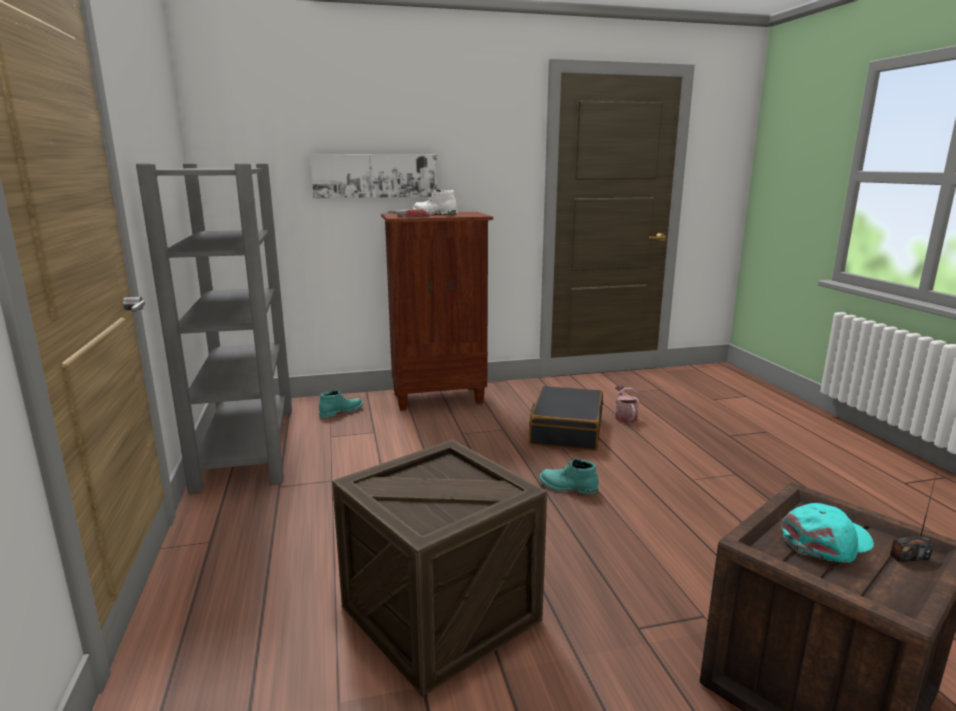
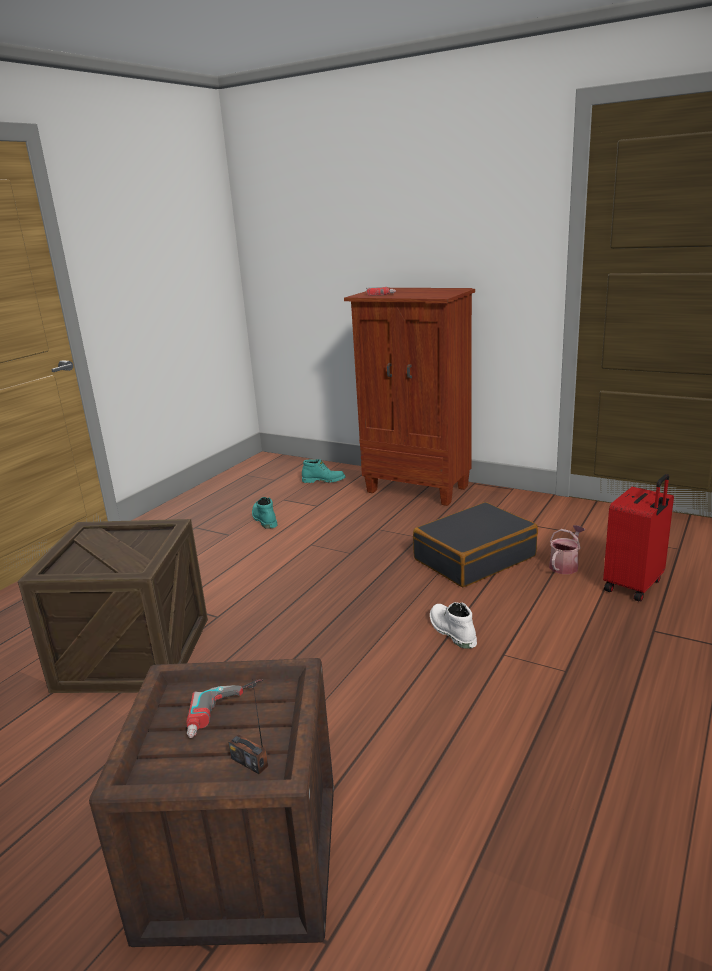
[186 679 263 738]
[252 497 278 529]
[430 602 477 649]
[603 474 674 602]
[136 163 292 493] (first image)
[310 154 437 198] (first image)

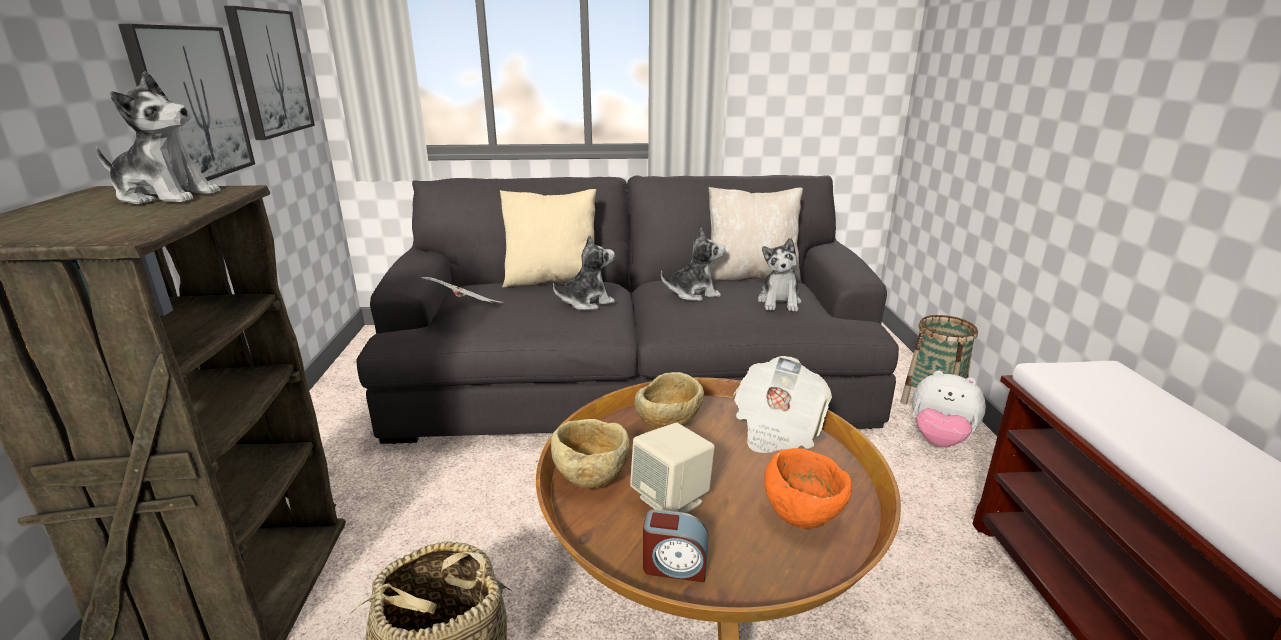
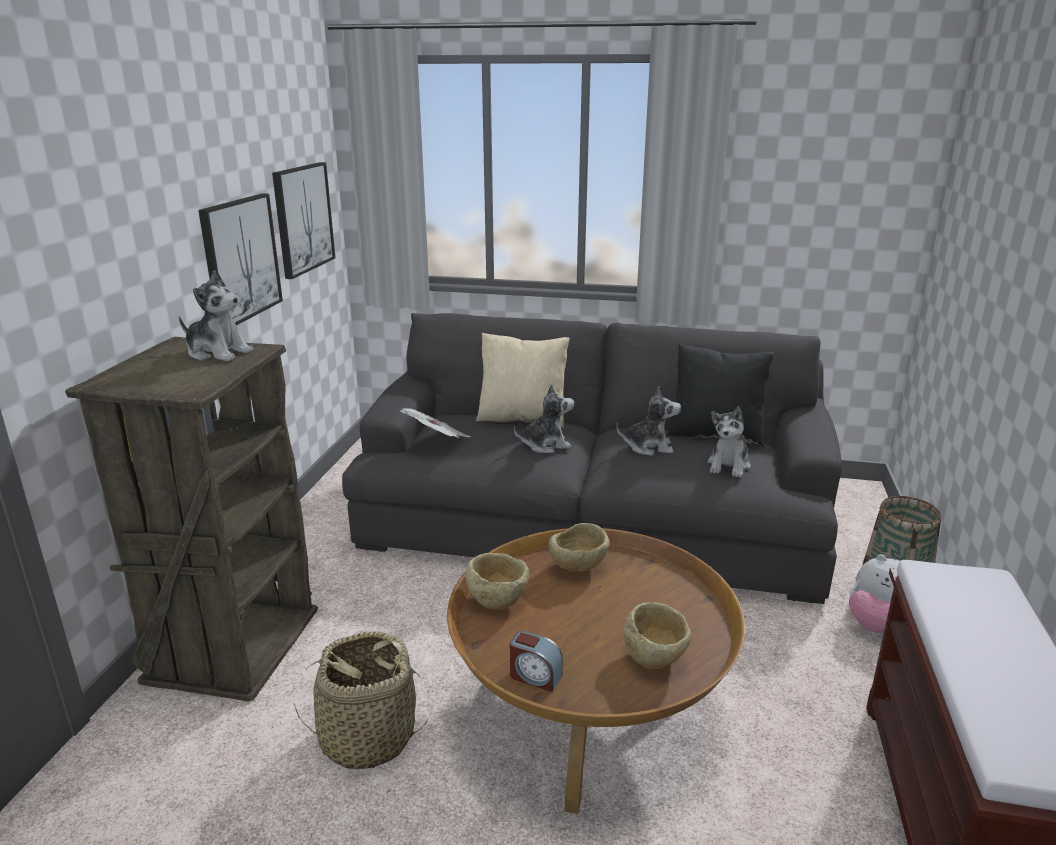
[623 602 692 669]
[667 344 774 447]
[630 422 715 513] (first image)
[733 356 832 453] (first image)

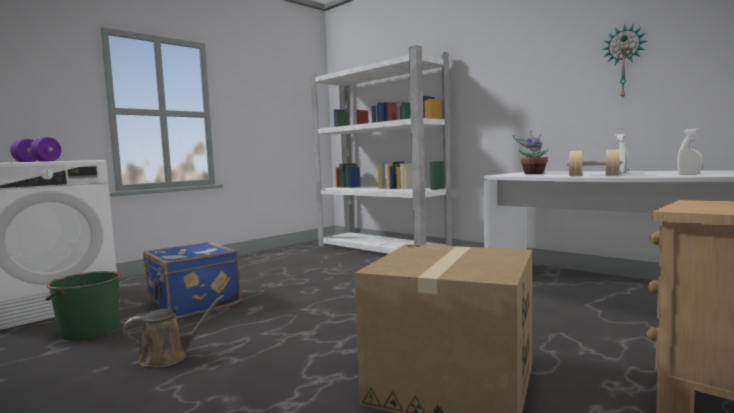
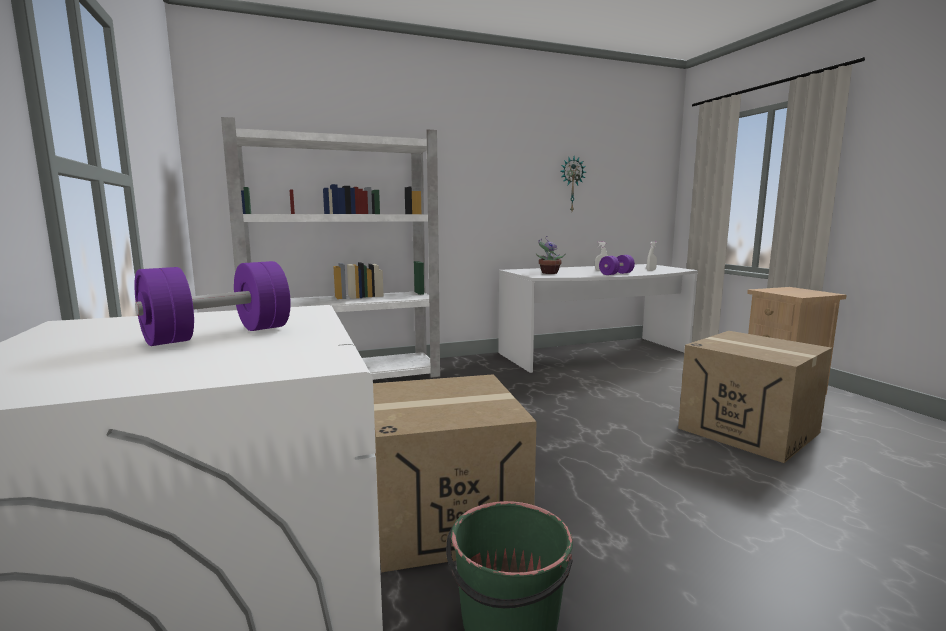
[373 374 537 572]
[599 255 635 275]
[123 295 225 368] (first image)

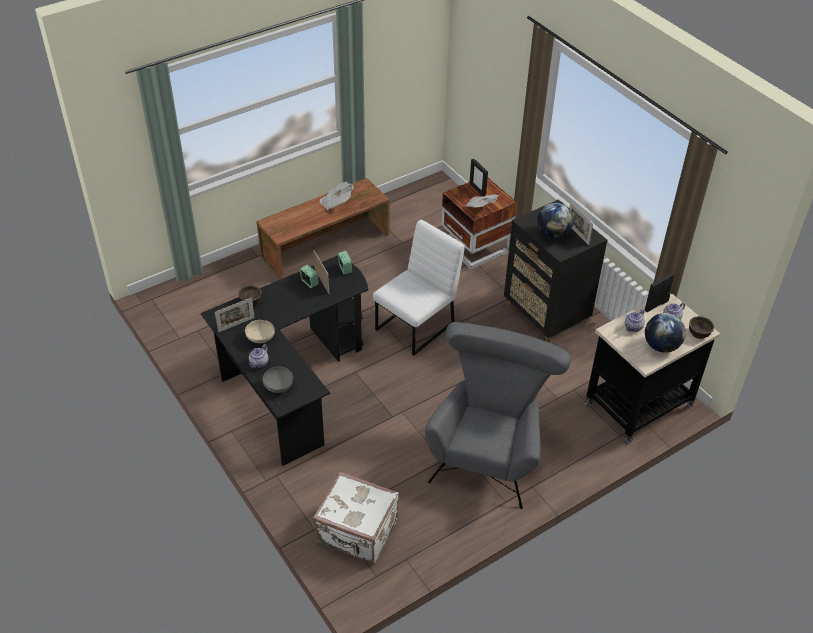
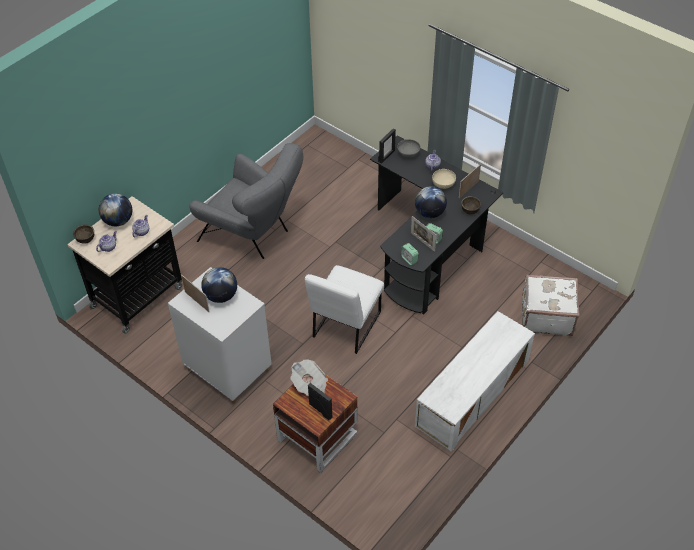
[168 267 272 404]
[190 143 303 259]
[378 129 396 164]
[415 186 447 218]
[415 311 535 451]
[522 274 579 336]
[319 182 354 210] (first image)

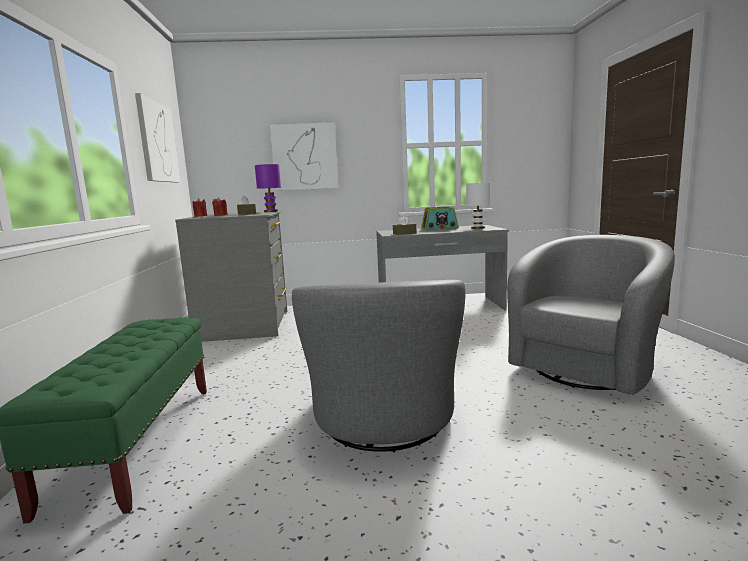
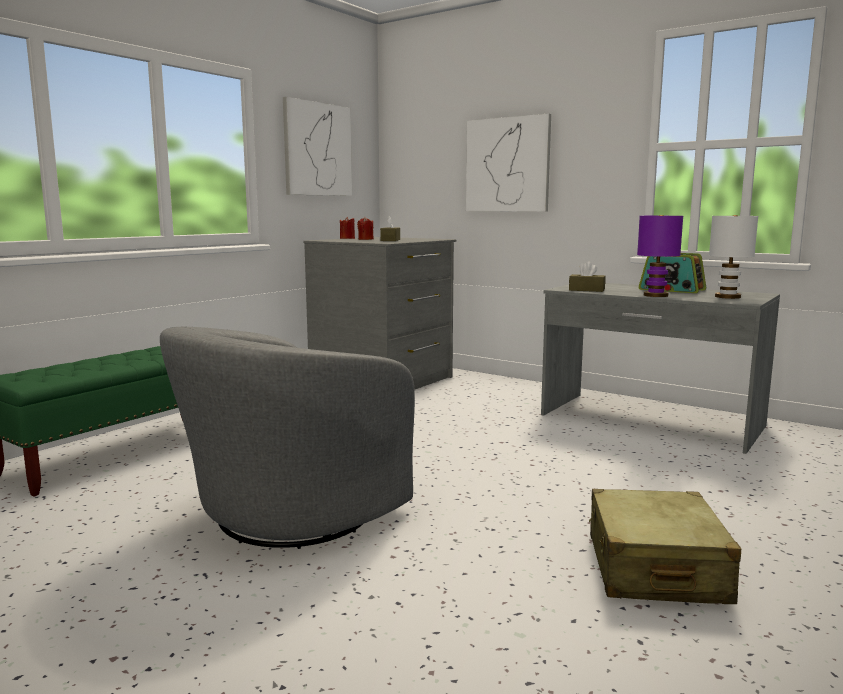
[589 489 741 604]
[637 215 683 297]

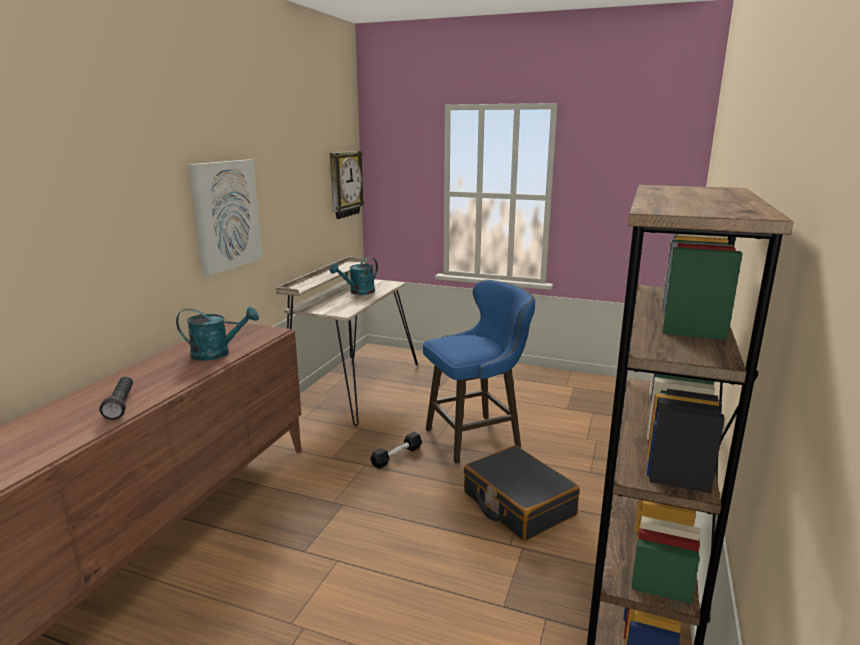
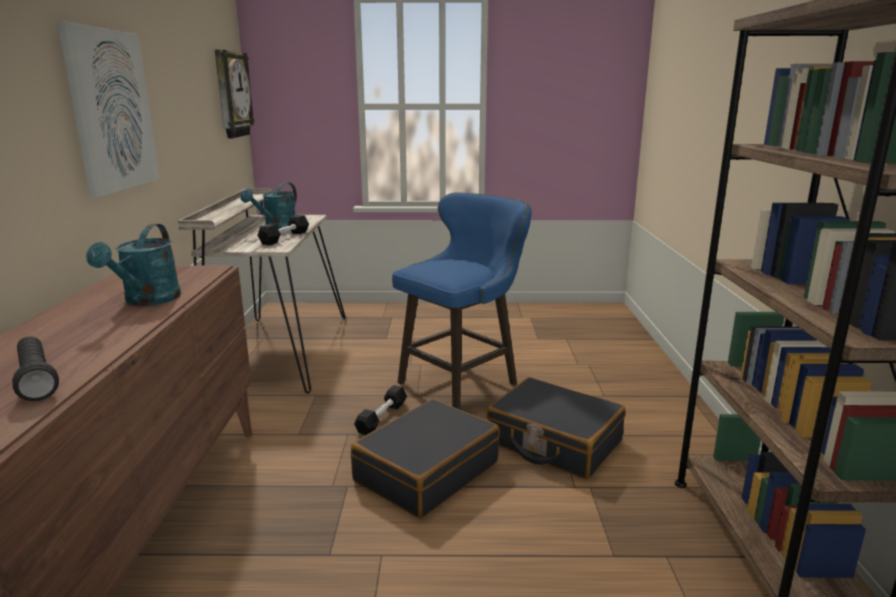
[86 224 181 306]
[258 215 309 245]
[351 399 500 518]

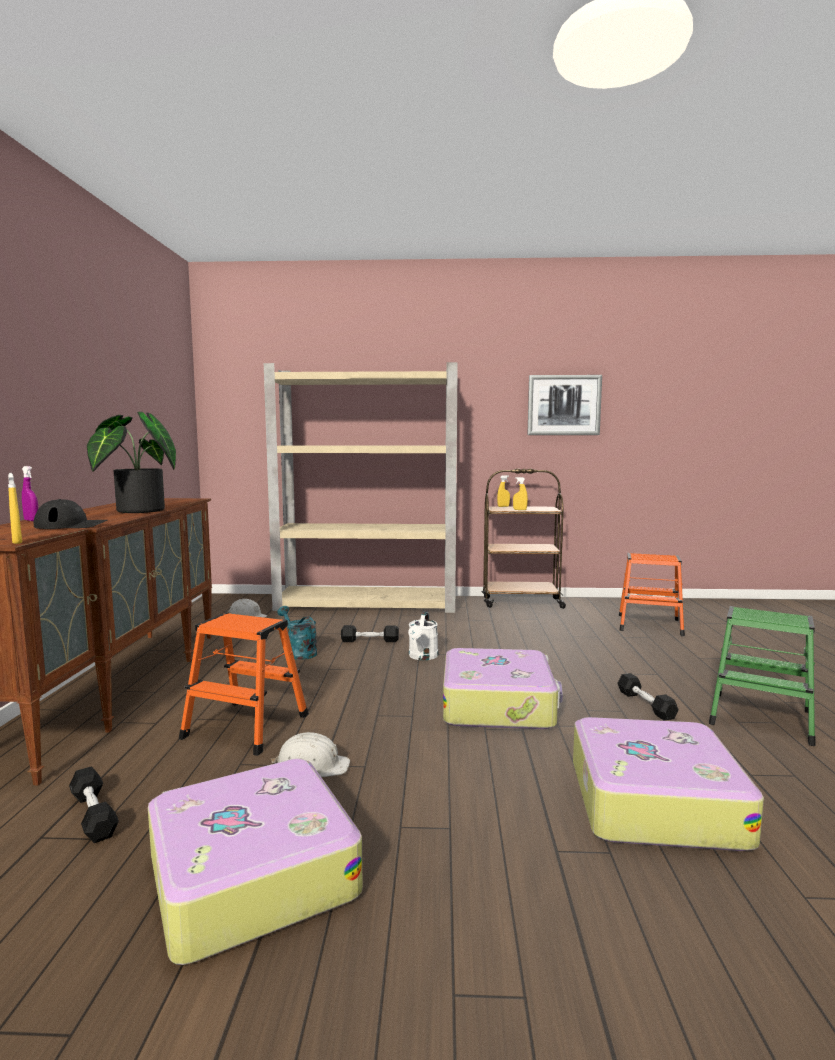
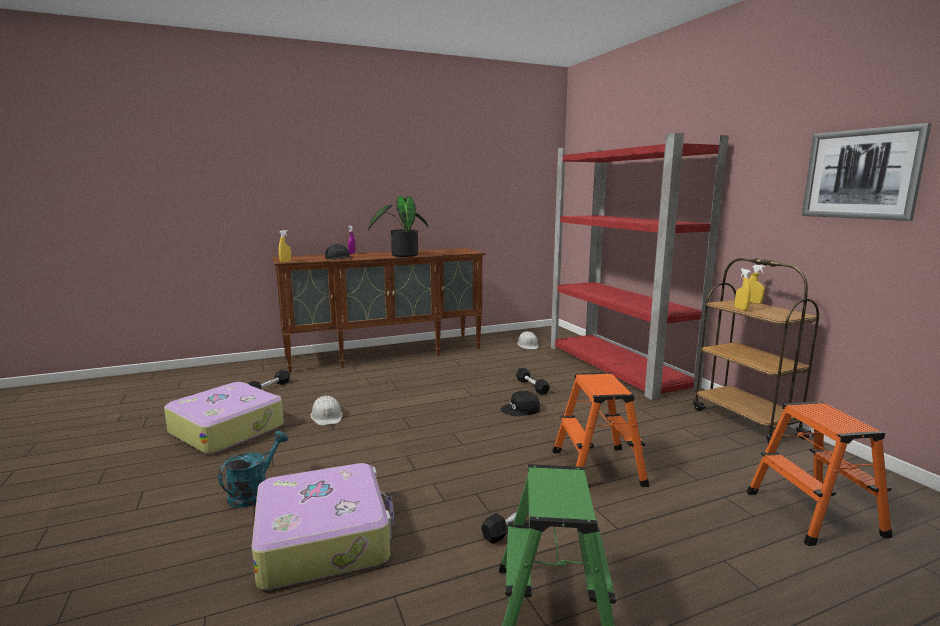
[218 431 288 508]
[501 391 540 416]
[551 133 729 400]
[552 372 649 487]
[443 648 563 729] (first image)

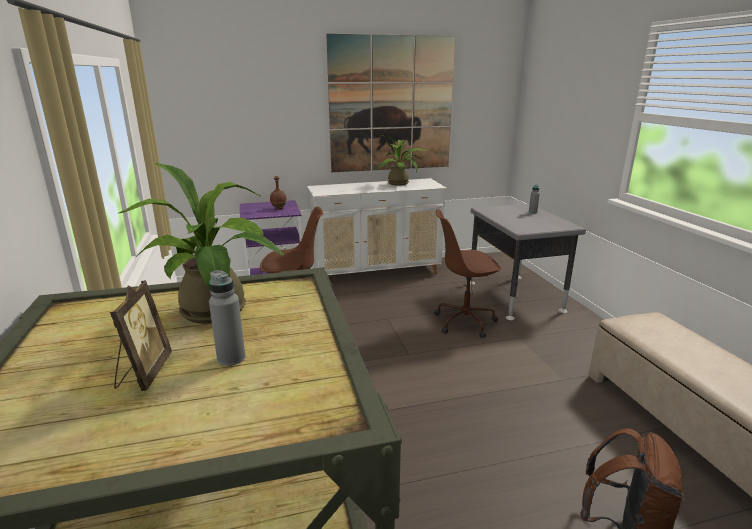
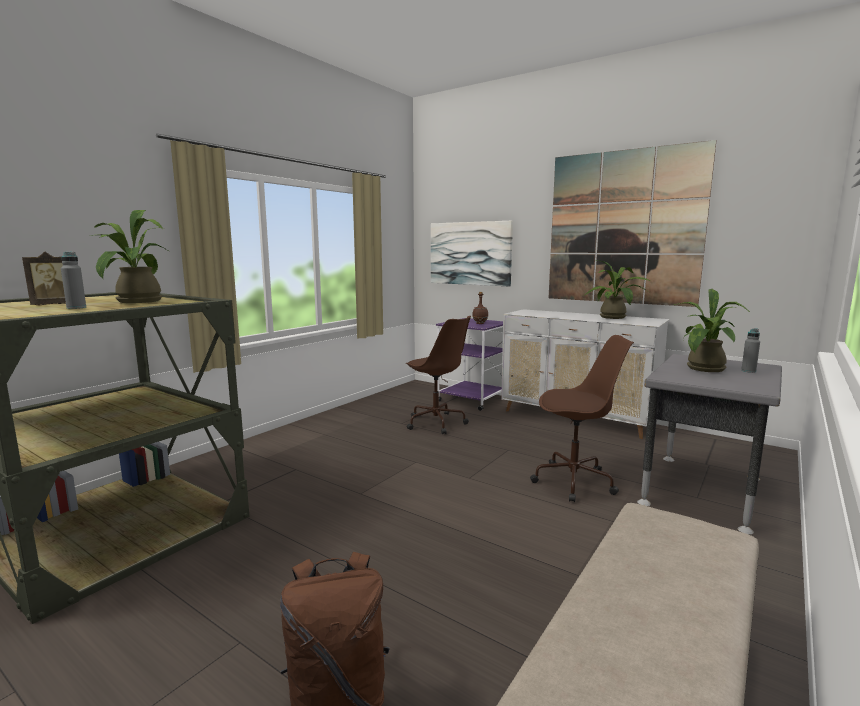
[431 221 513 287]
[530 335 634 502]
[674 289 751 372]

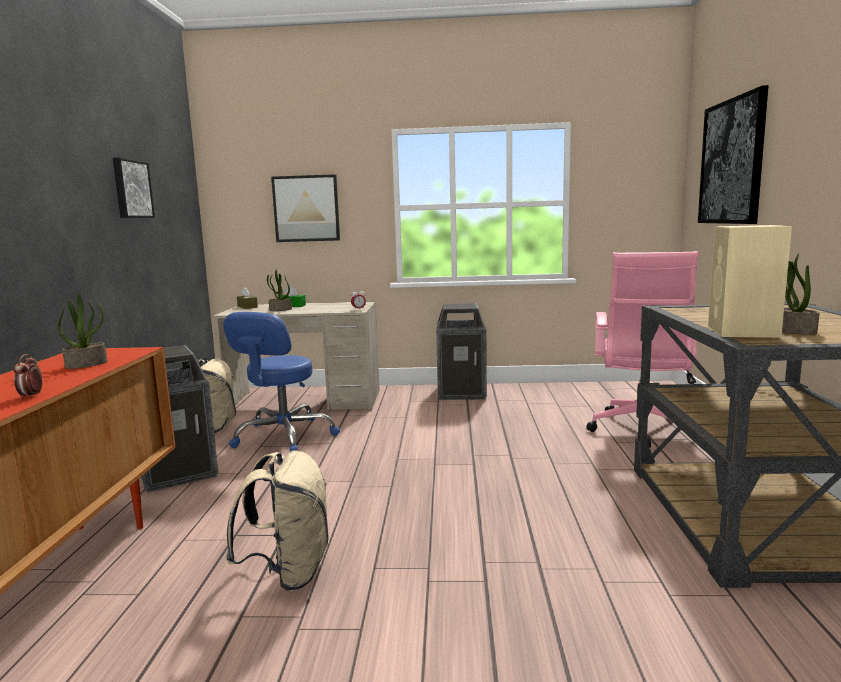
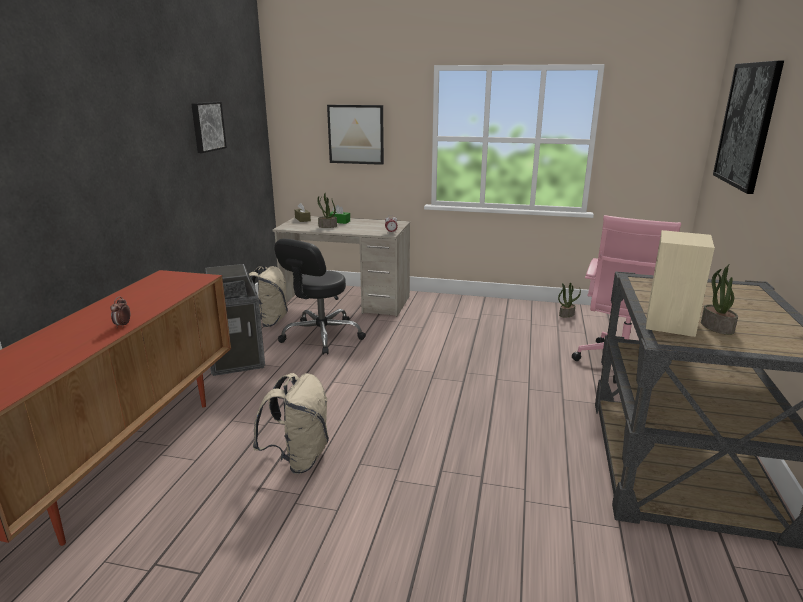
[274 238 366 355]
[558 283 581 318]
[436 303 487 400] (first image)

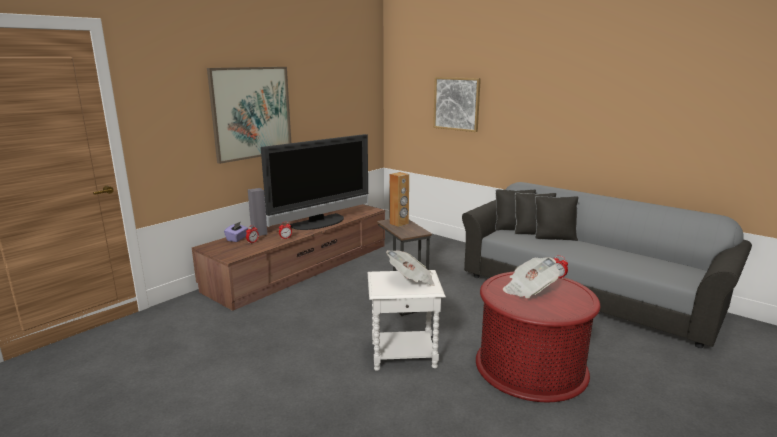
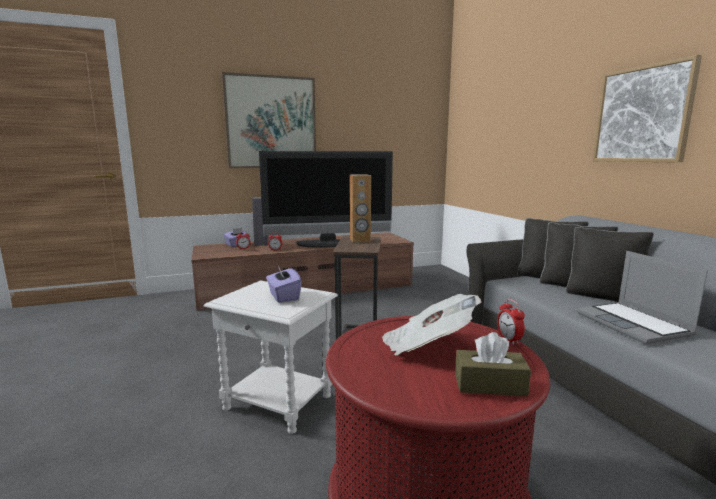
[266 266 302 303]
[455 332 531 396]
[576 251 708 344]
[593 55 702 163]

